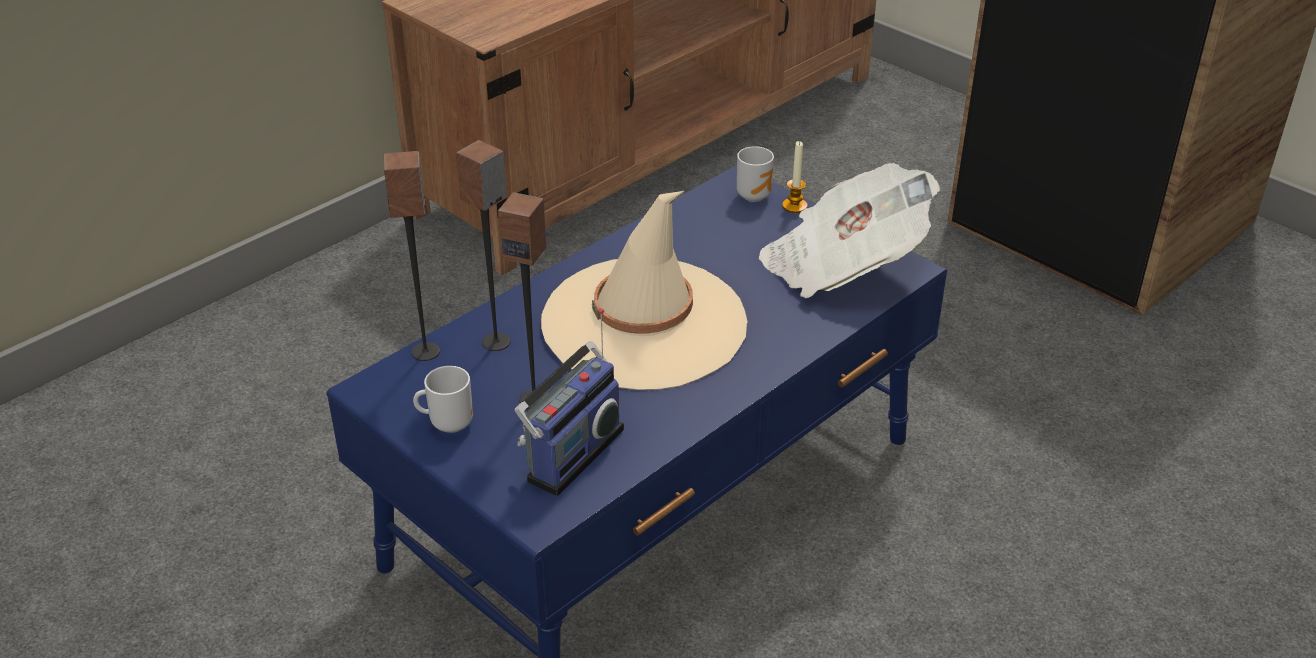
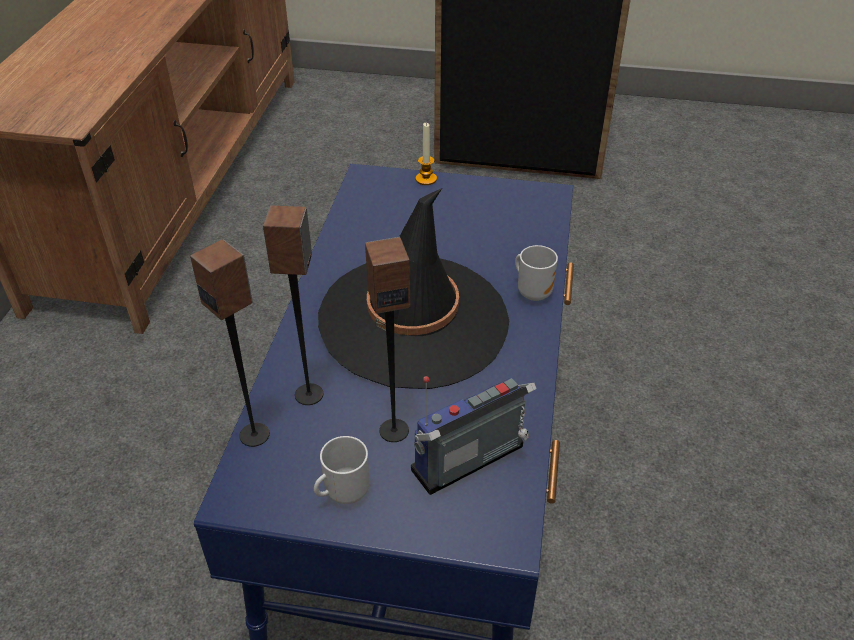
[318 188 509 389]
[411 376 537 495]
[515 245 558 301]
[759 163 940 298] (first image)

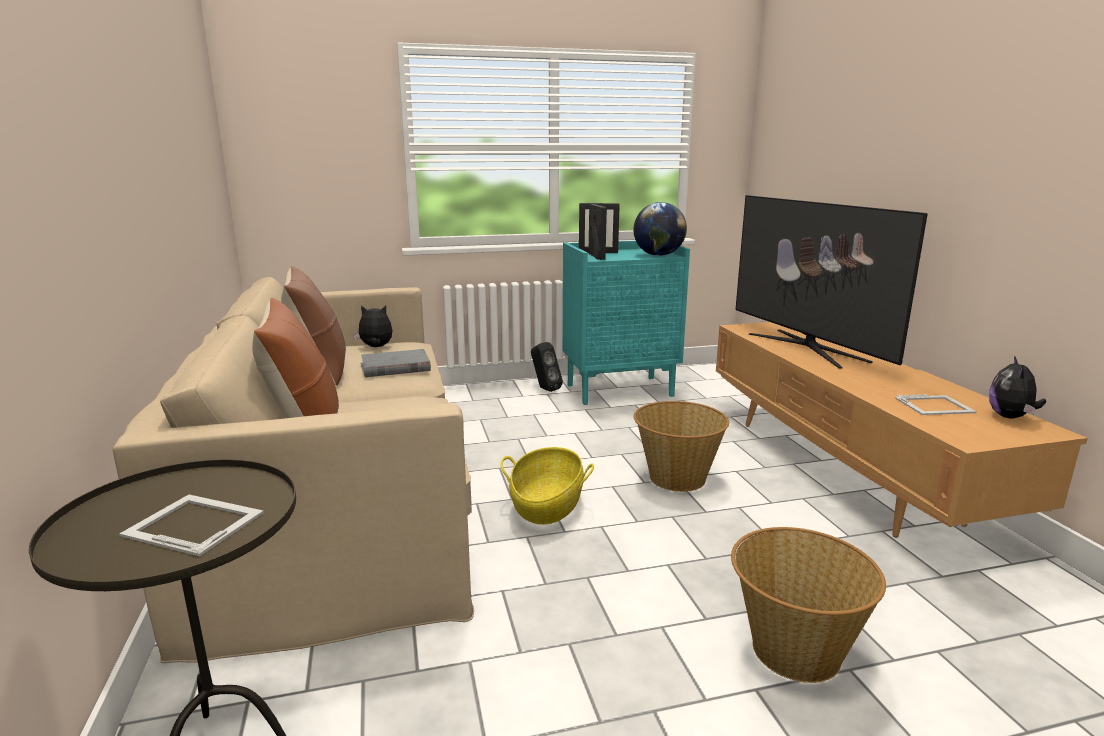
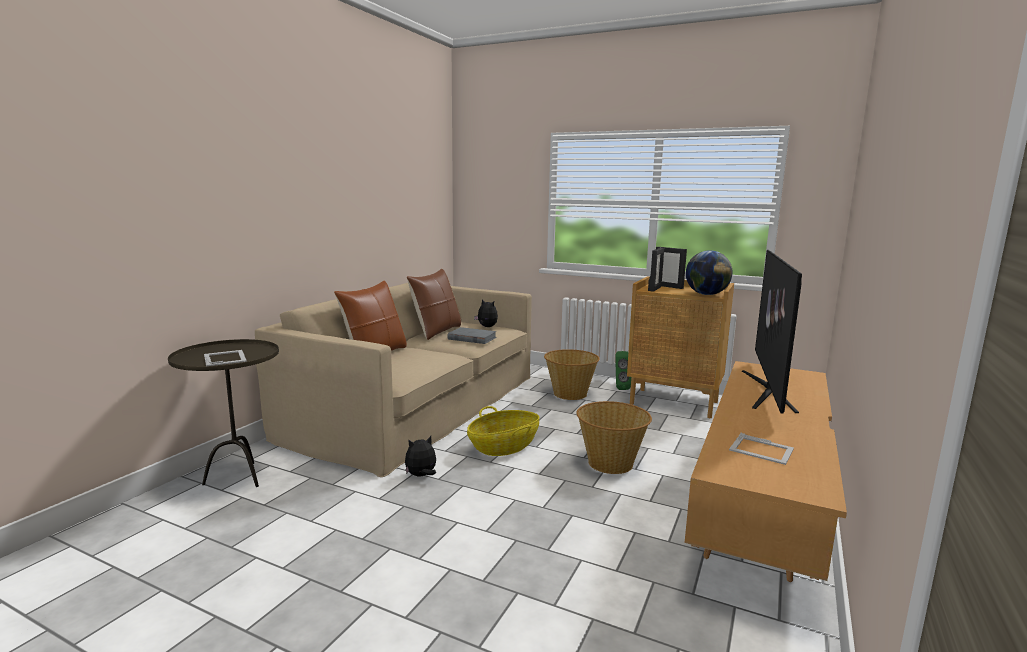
[405 436 436 476]
[544 349 600 400]
[615 351 631 390]
[627 276 734 418]

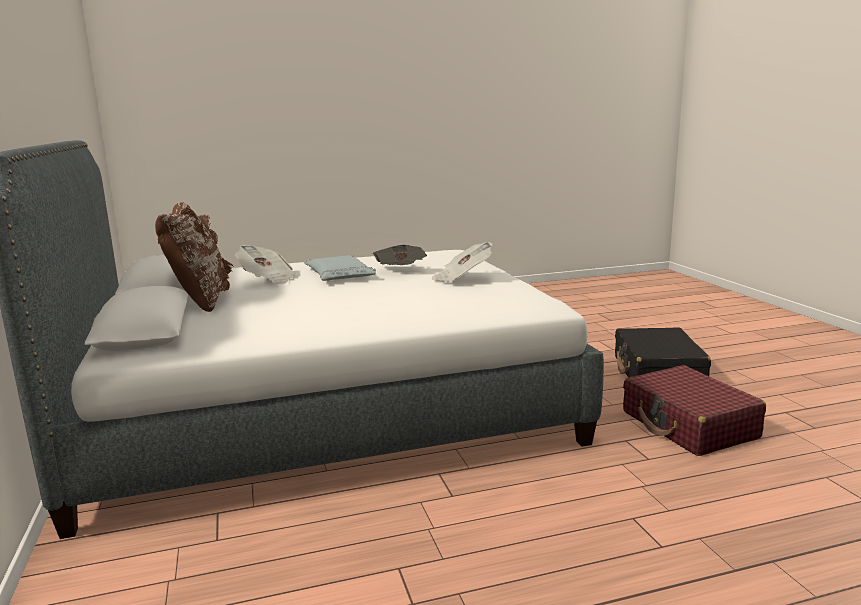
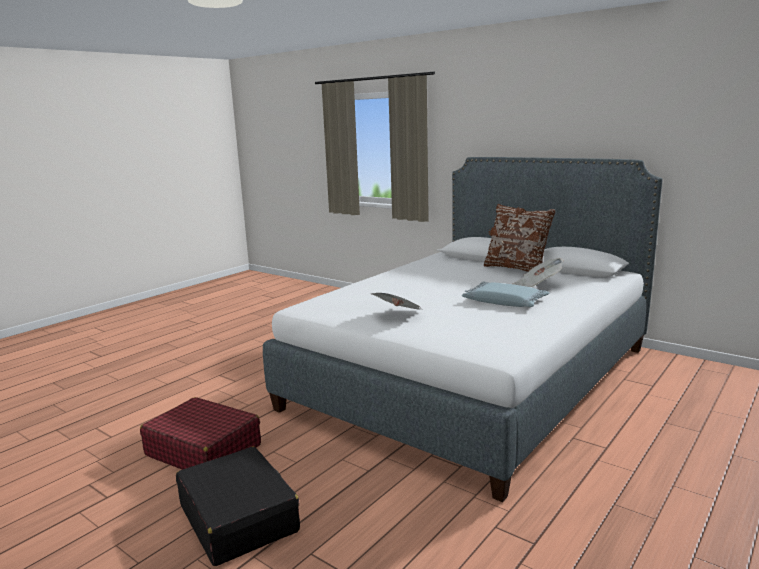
[372 245 427 265] (first image)

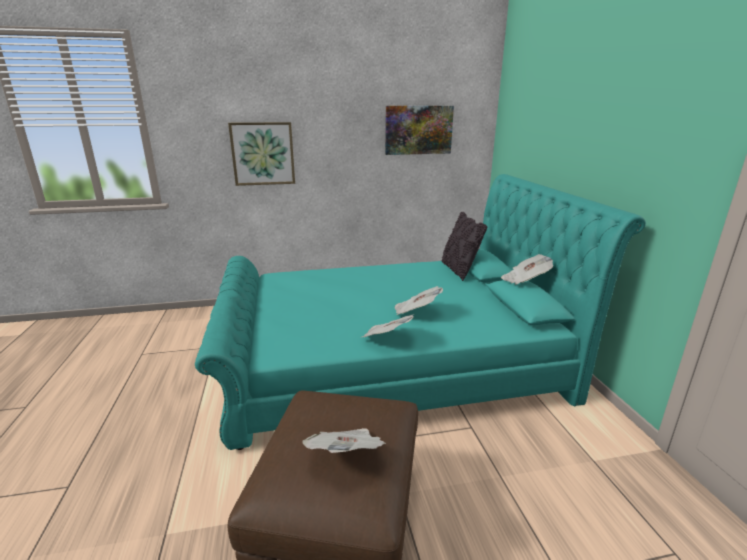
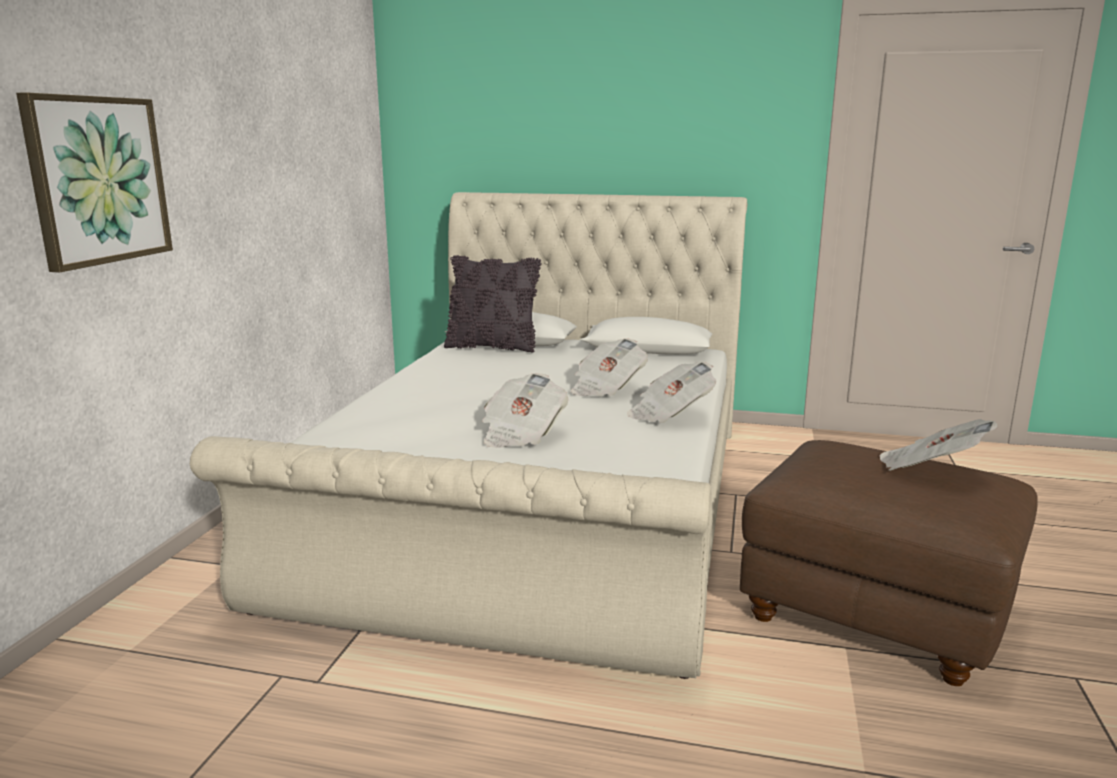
[190 192 747 679]
[482 373 568 448]
[385 106 454 155] (first image)

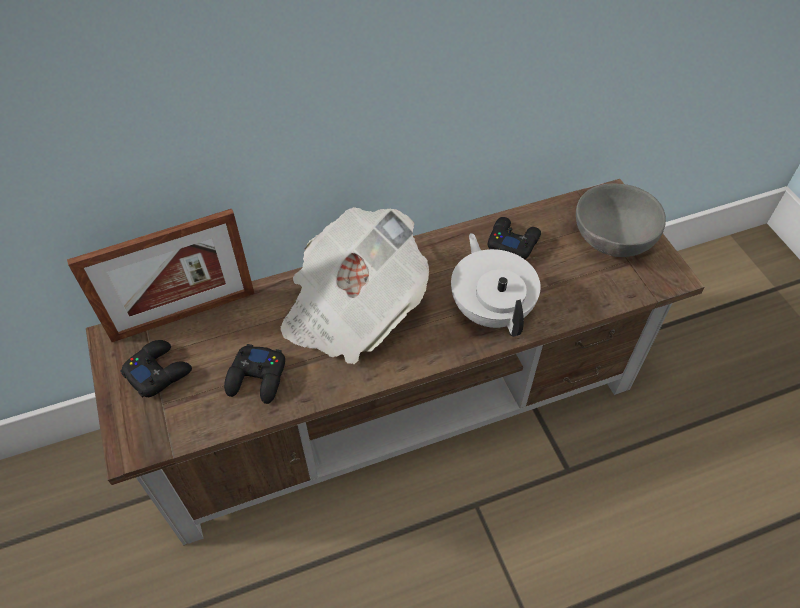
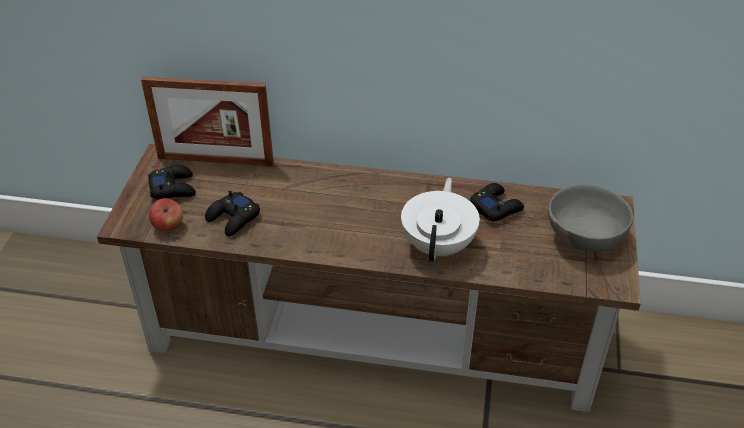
[149 198 183 232]
[280 207 429 364] (first image)

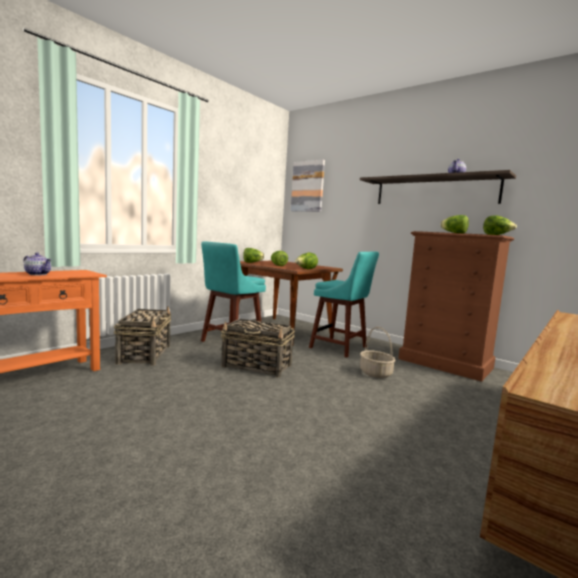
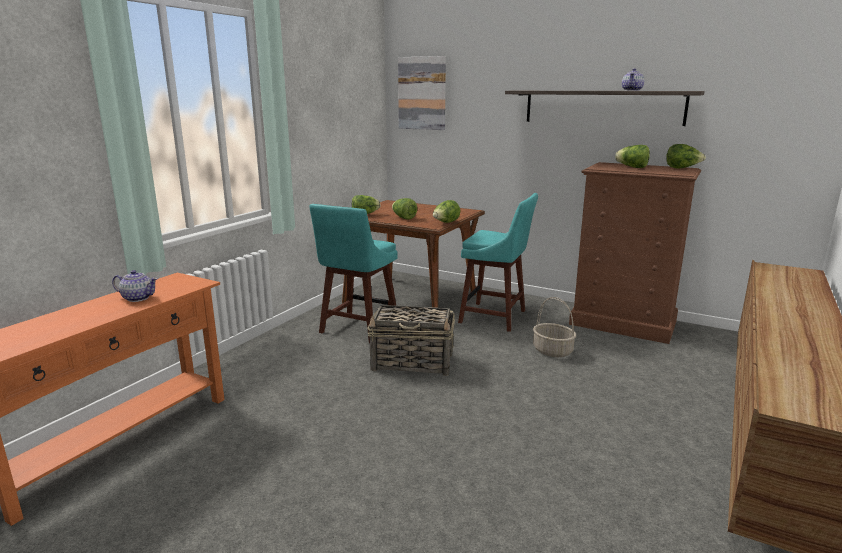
[114 306 171 366] (first image)

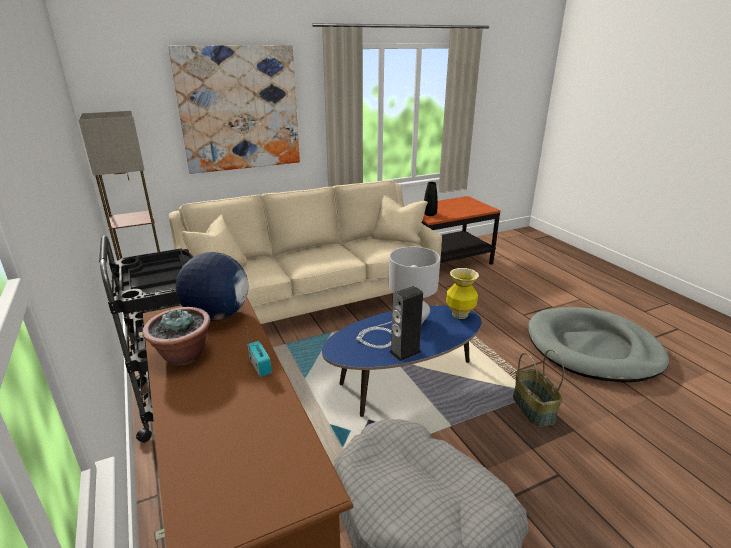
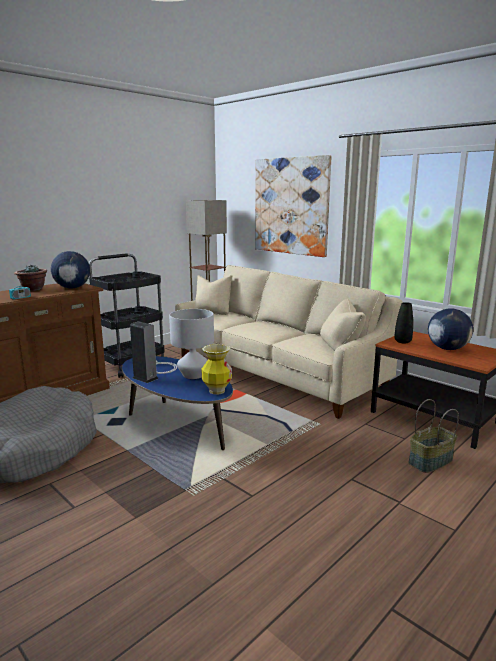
[408 399 459 473]
[428 308 473 350]
[528 307 669 383] (first image)

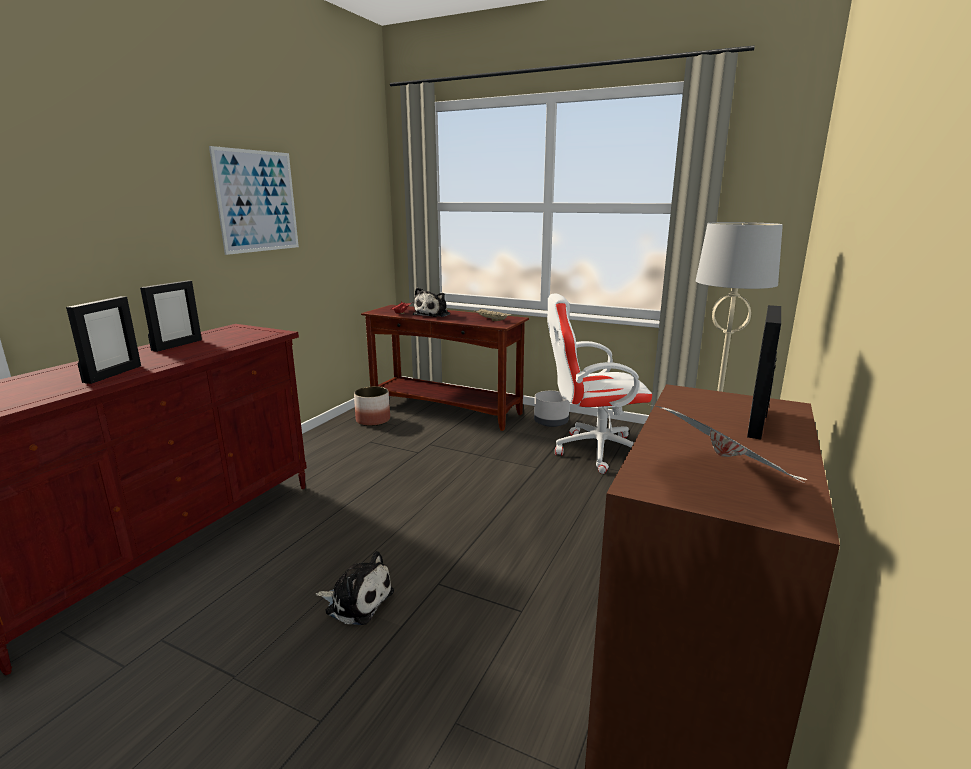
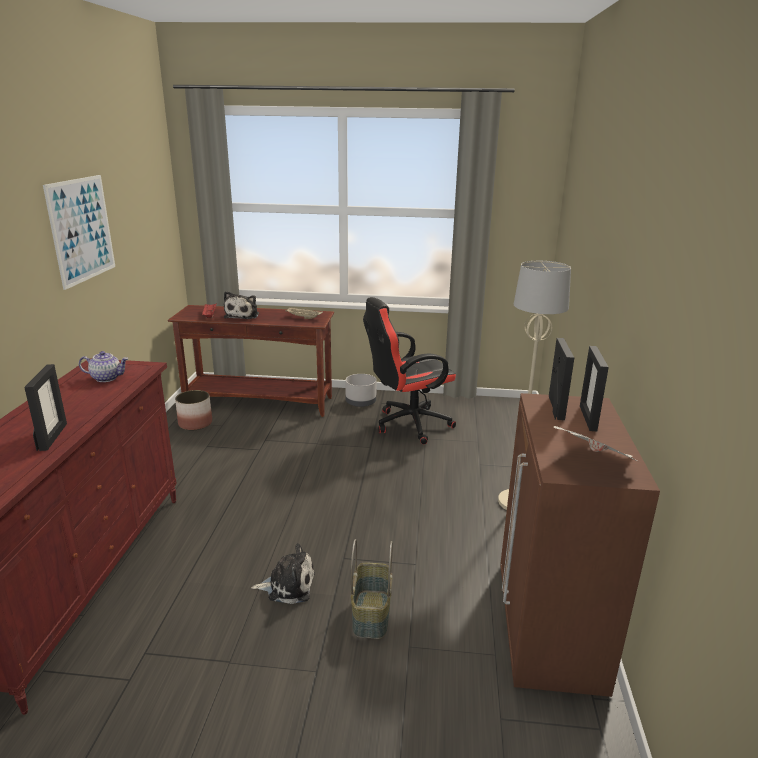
[79 351 129 382]
[351 539 393 639]
[363 297 456 444]
[549 338 574 420]

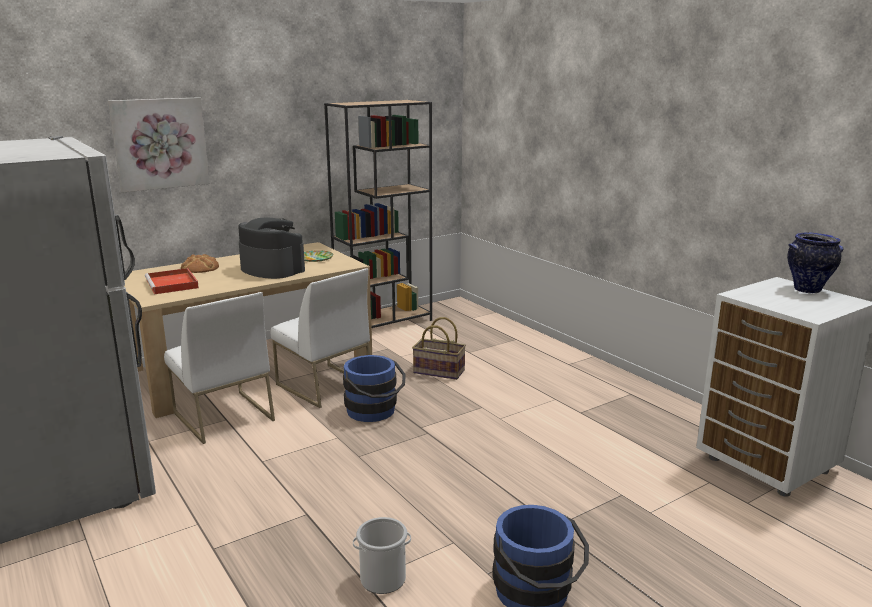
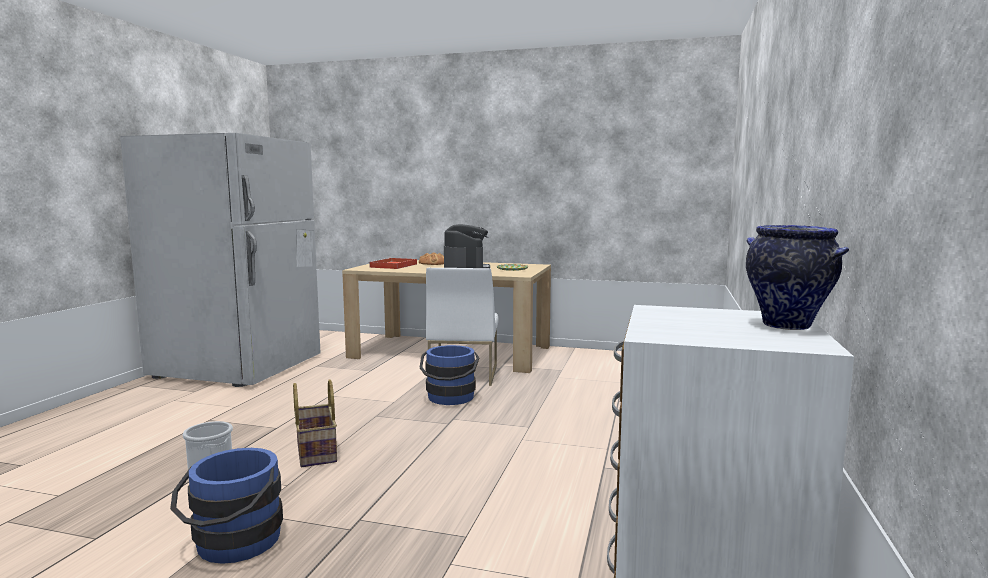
[293 379 337 467]
[108 97 210 193] (first image)
[164 292 275 444] (first image)
[324 100 432 328] (first image)

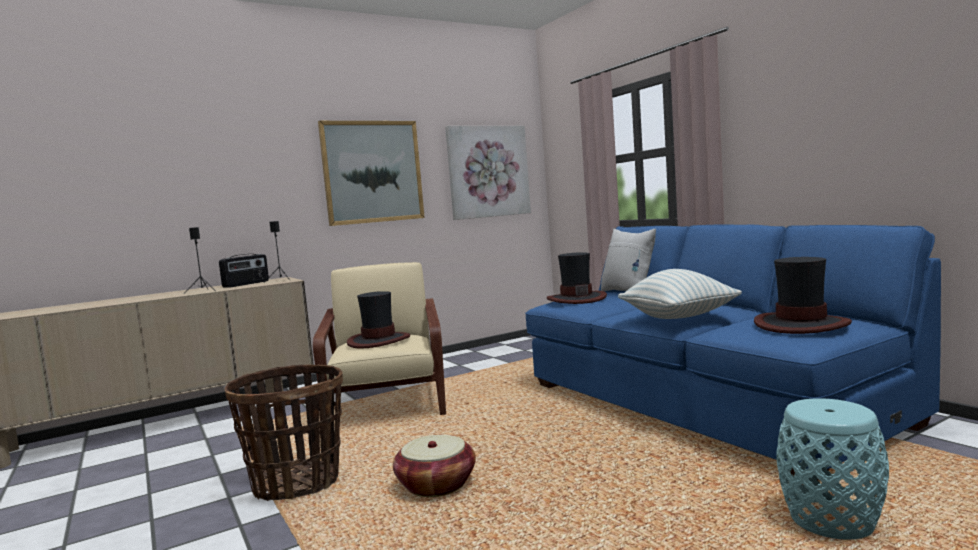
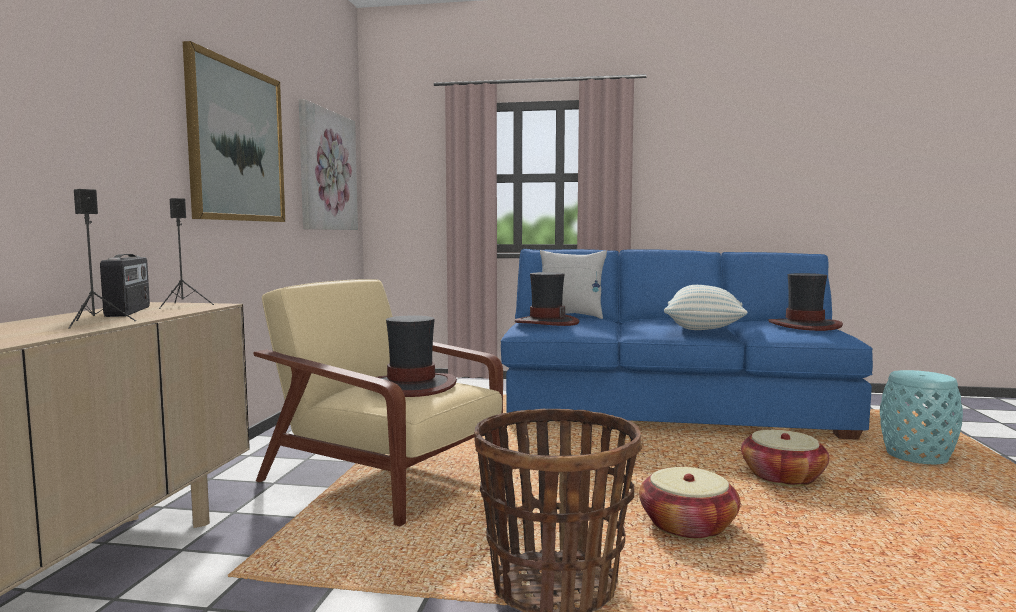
[741 430 829 486]

